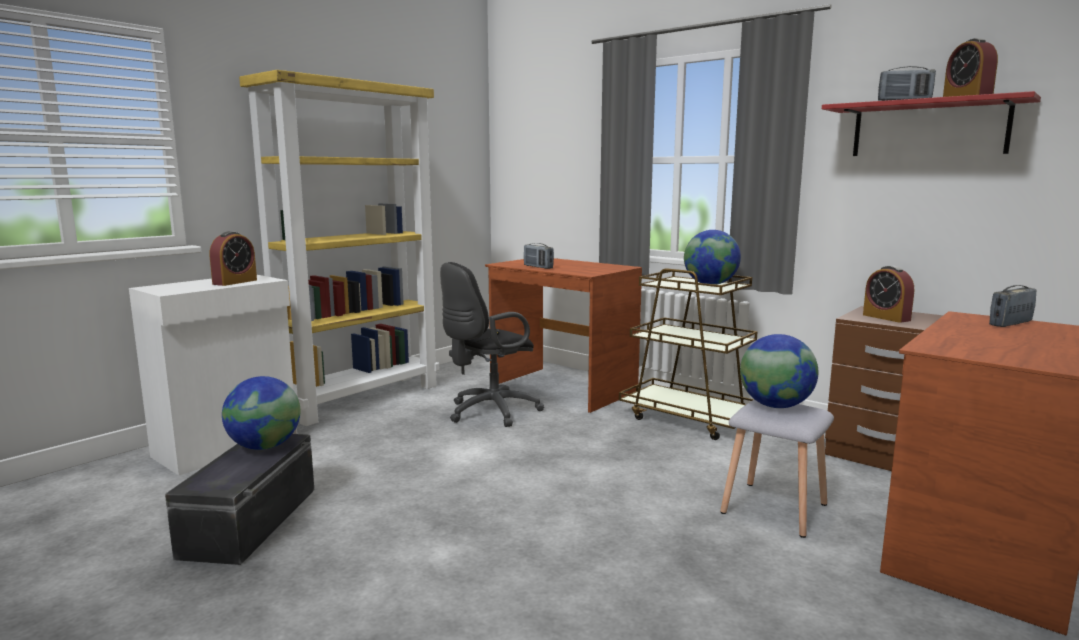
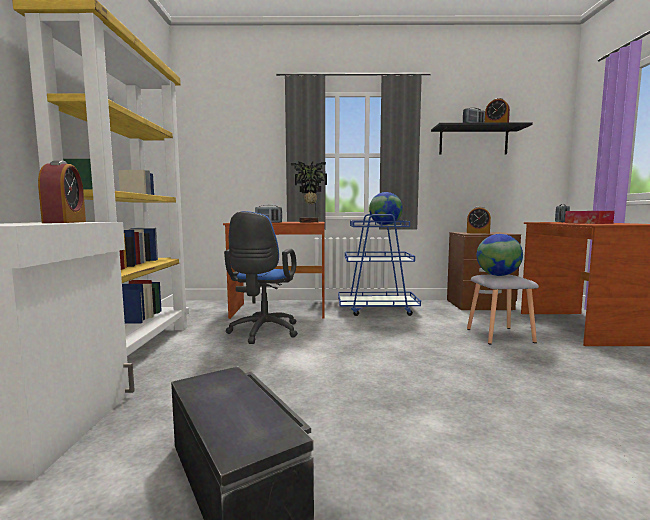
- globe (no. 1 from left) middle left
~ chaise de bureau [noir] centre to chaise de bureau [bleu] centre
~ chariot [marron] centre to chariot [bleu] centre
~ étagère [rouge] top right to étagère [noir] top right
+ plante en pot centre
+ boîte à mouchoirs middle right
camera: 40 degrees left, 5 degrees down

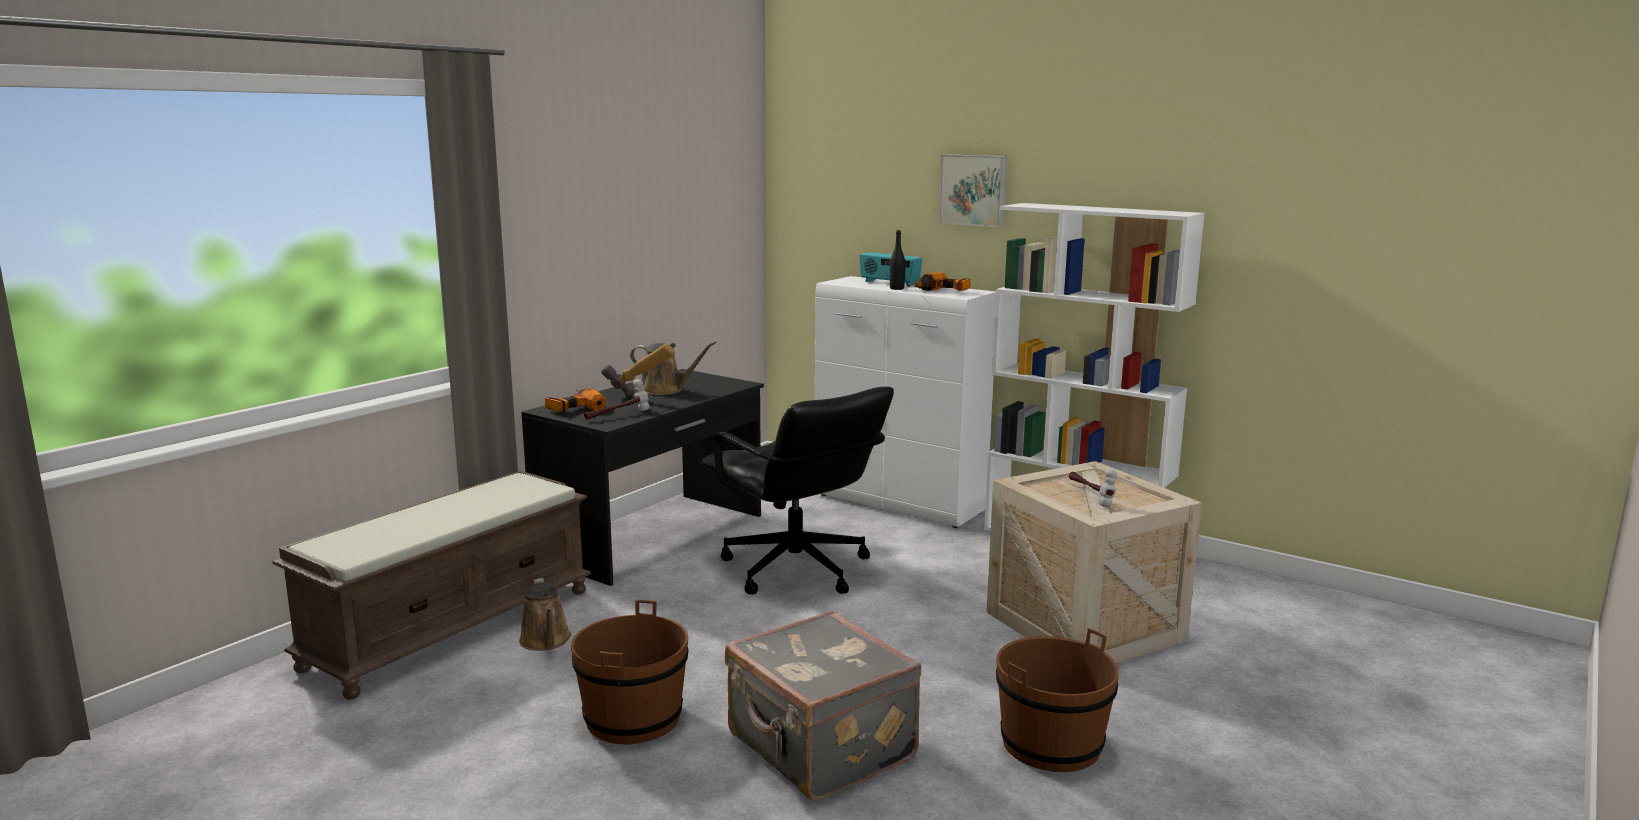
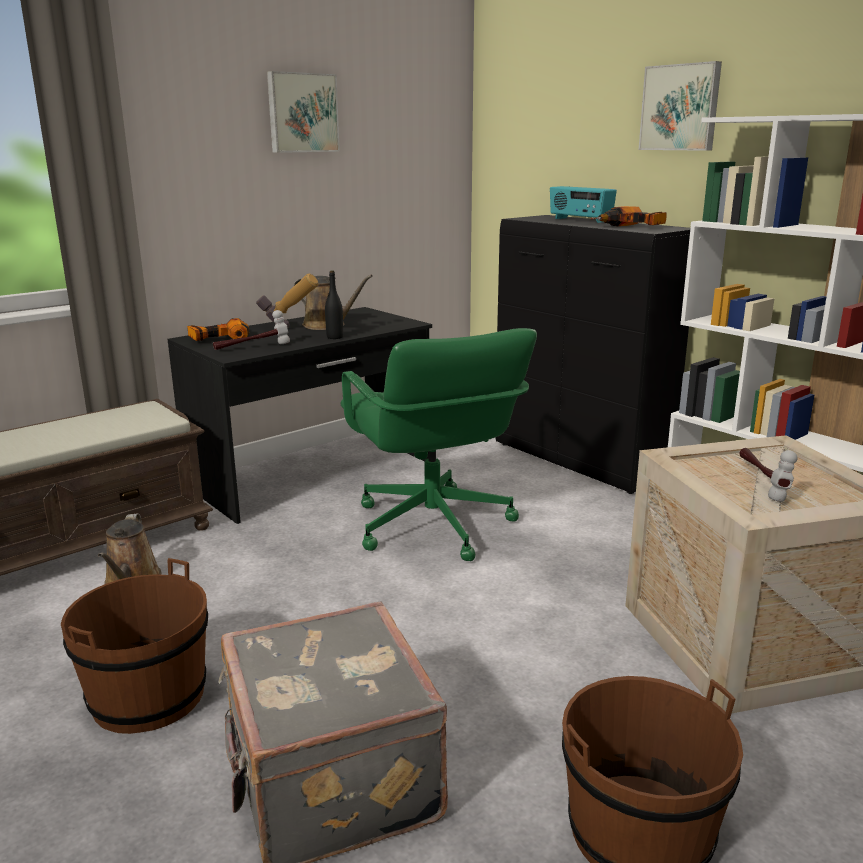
~ chaise de bureau [noir] centre to chaise de bureau [vert] centre
~ meuble de rangement [blanc] centre to meuble de rangement [noir] middle right
~ bouteille [noir] top centre to centre
+ tableau (no. 1 from left) top centre
camera: 15 degrees right, 5 degrees up

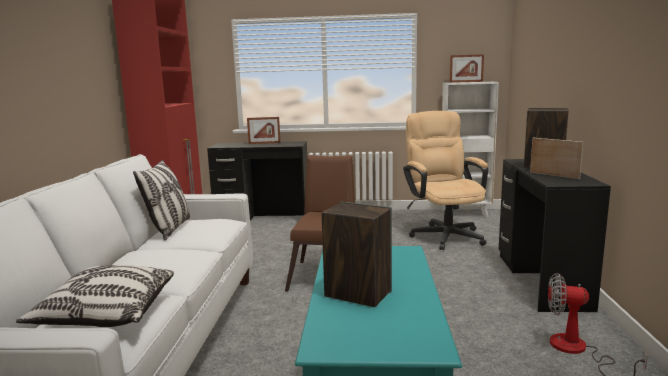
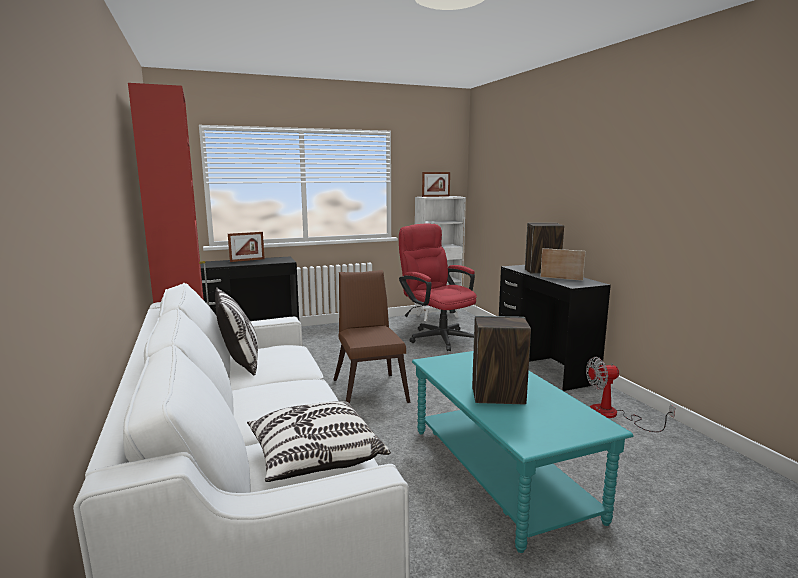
~ chaise de bureau [beige] centre to chaise de bureau [rouge] centre
camera: 25 degrees left, 0 degrees up

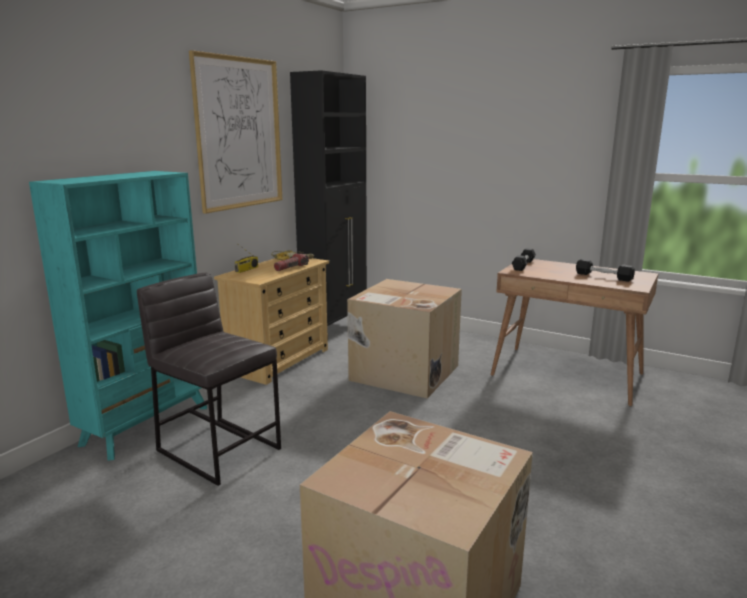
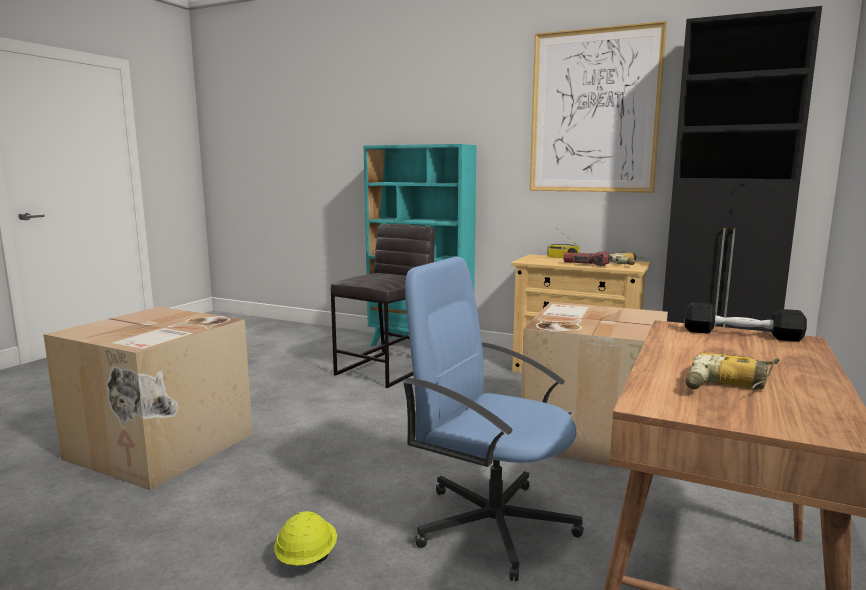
~ haltère [noir] (no. 2 from left) middle right to perceuse (no. 2 from left) middle right
+ casque de chantier [jaune] bottom centre
+ chaise de bureau [bleu] bottom centre
camera: 85 degrees right, 5 degrees down

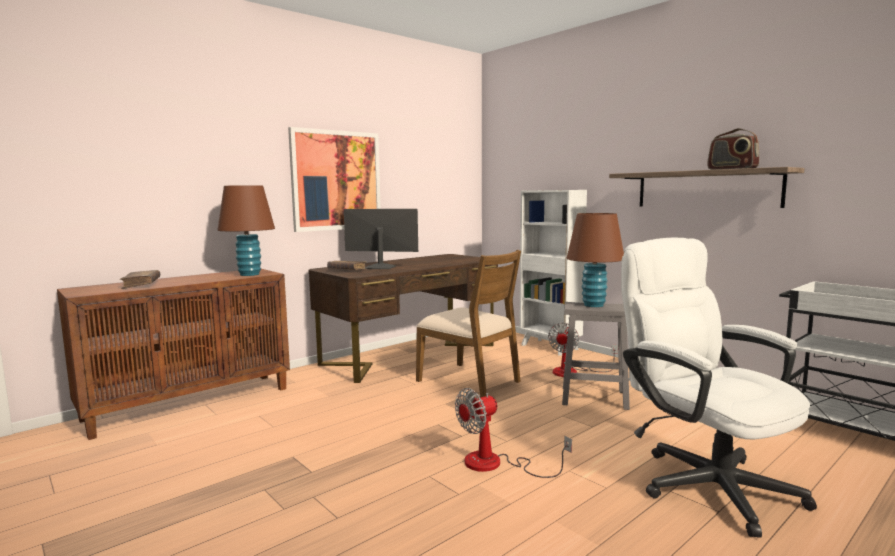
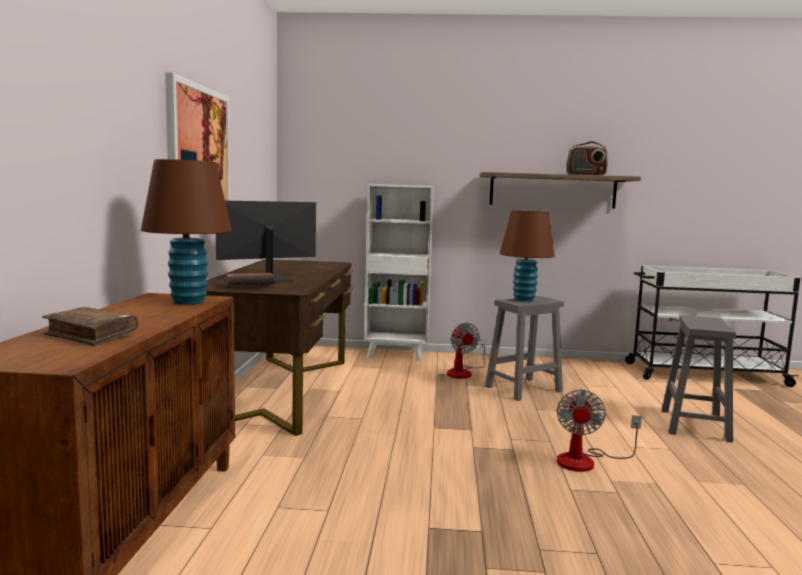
- chaise [marron] centre
~ chaise de bureau [blanc] bottom right to tabouret [gris] (no. 2 from left) middle right
camera: 45 degrees left, 0 degrees up

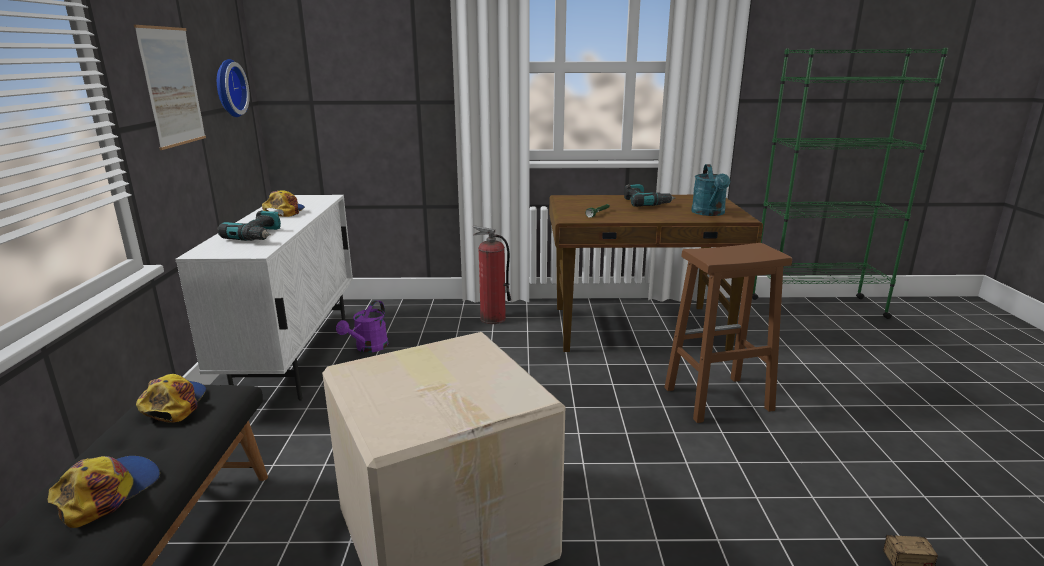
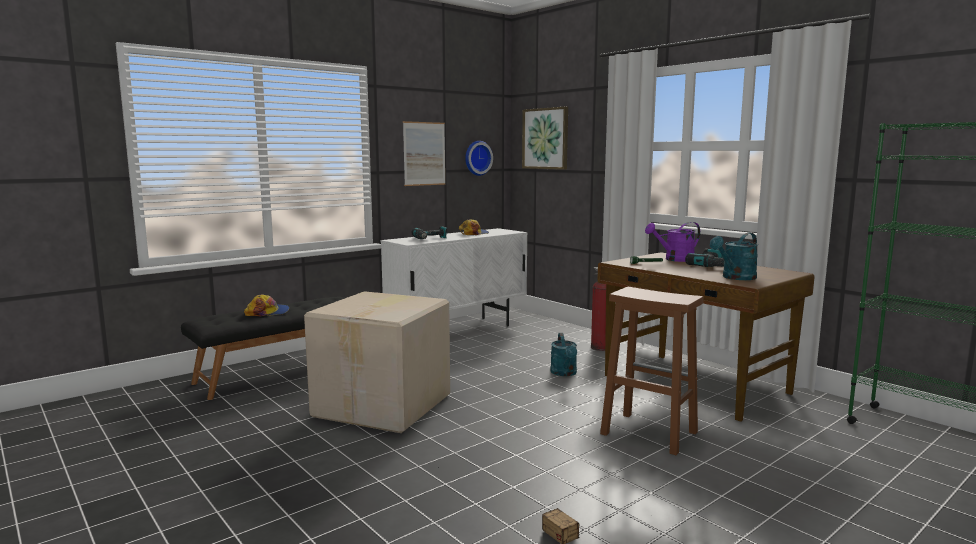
- casquette (no. 2 from left) bottom left
~ arrosoir [violet] centre to middle right
+ tableau (no. 2 from left) top centre
+ arrosoir [turquoise] (no. 1 from left) centre
camera: 50 degrees right, 10 degrees down

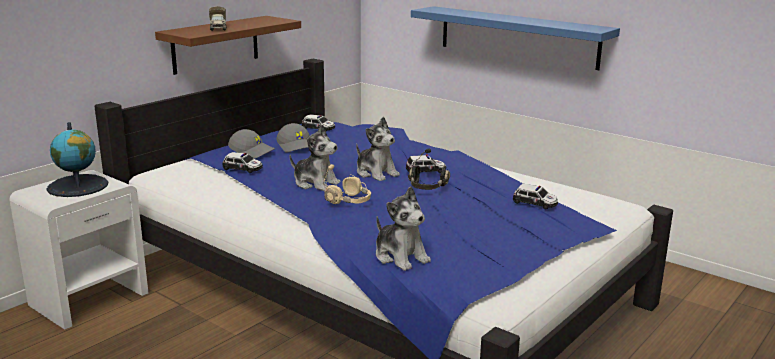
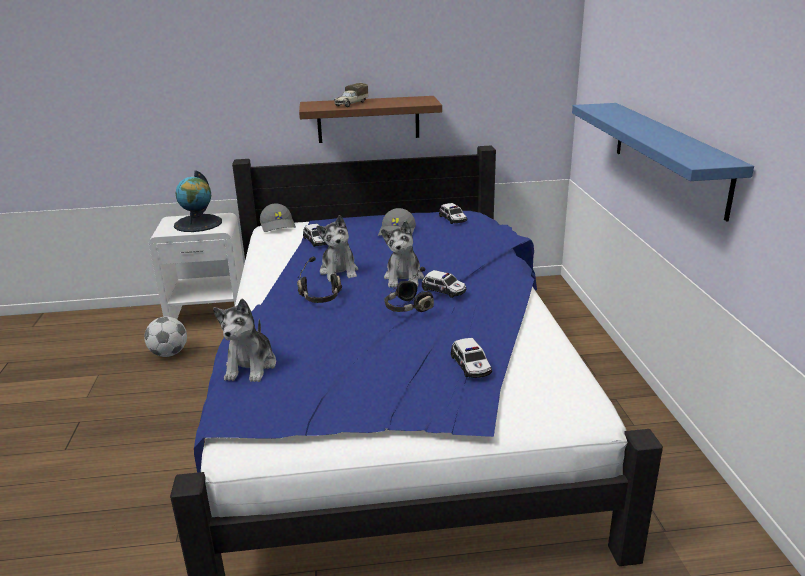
~ casquette [gris] (no. 1 from left) middle left to centre
~ casque audio [beige] centre to casque audio [noir] (no. 1 from left) centre
+ ballon de foot middle left
camera: 45 degrees right, 5 degrees up

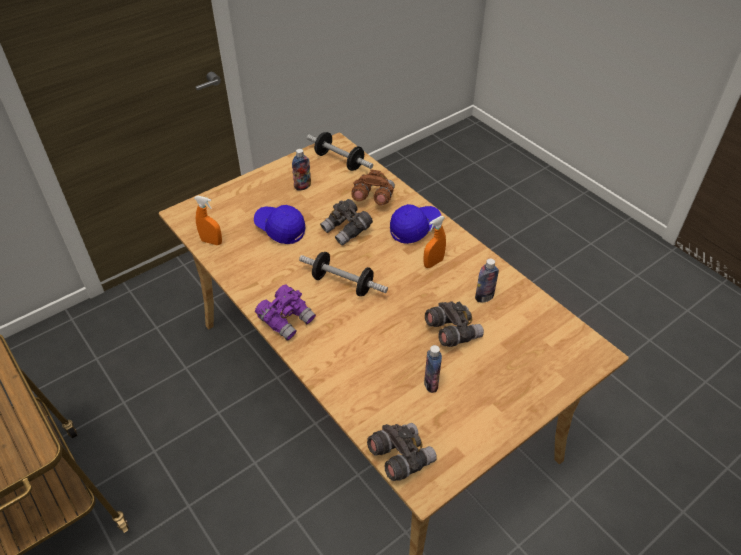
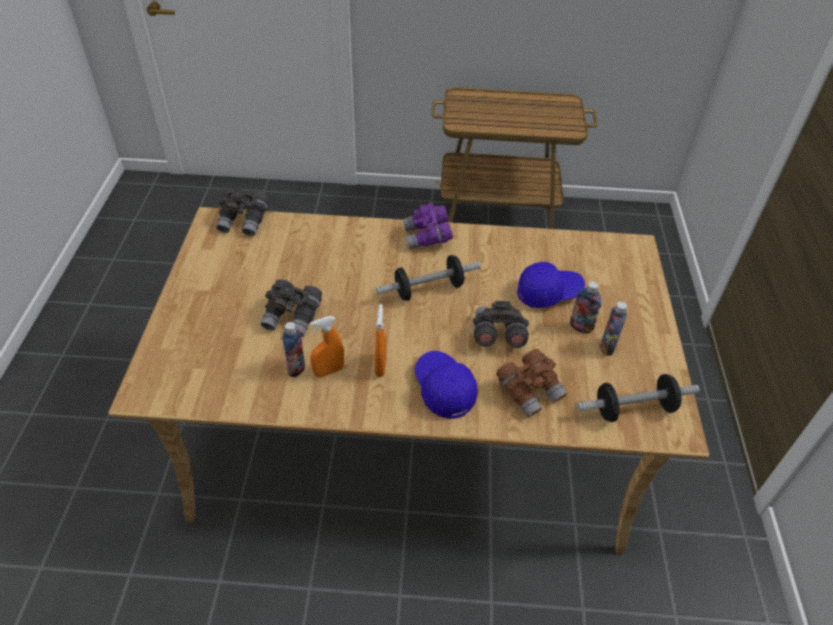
~ vaporisateur [orange] (no. 1 from left) middle left to centre
~ casquette [bleu] (no. 2 from left in the first image) centre = centre 150 degrees clockwise
~ bouteille (no. 2 from left) centre to middle right
camera: 130 degrees right, 0 degrees up

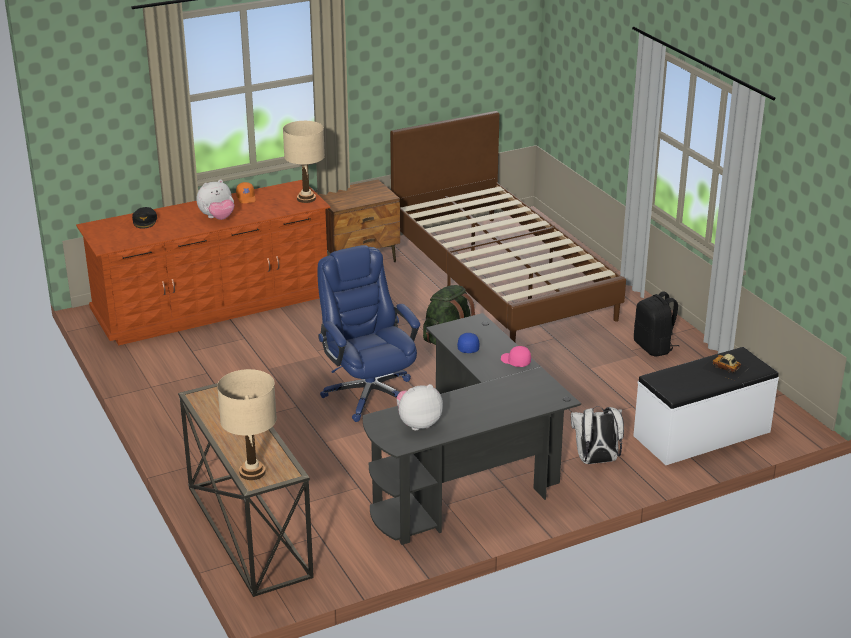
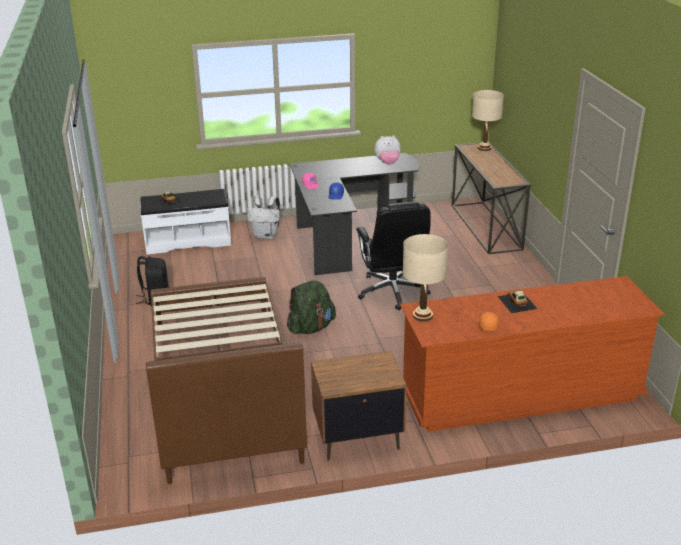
- casquette [noir] middle left
~ peluche (no. 1 from left) top left to petite voiture (no. 2 from left) middle right
~ chaise de bureau [bleu] centre to chaise de bureau [noir] centre
camera: 165 degrees left, 0 degrees up

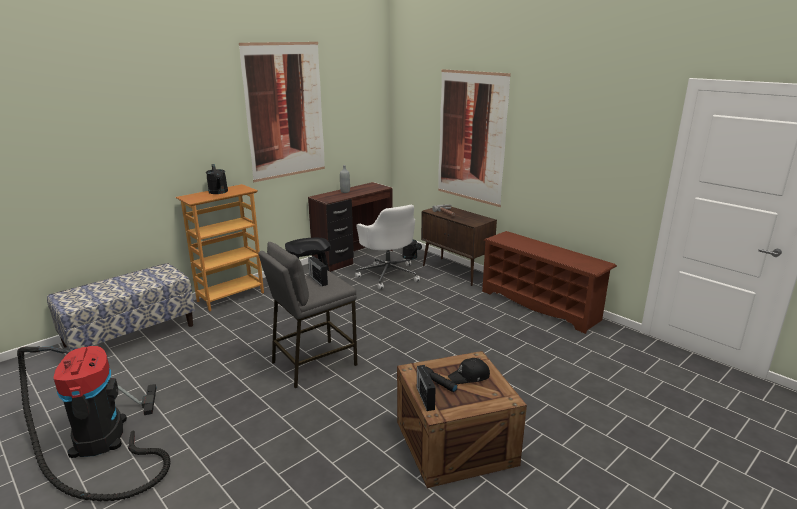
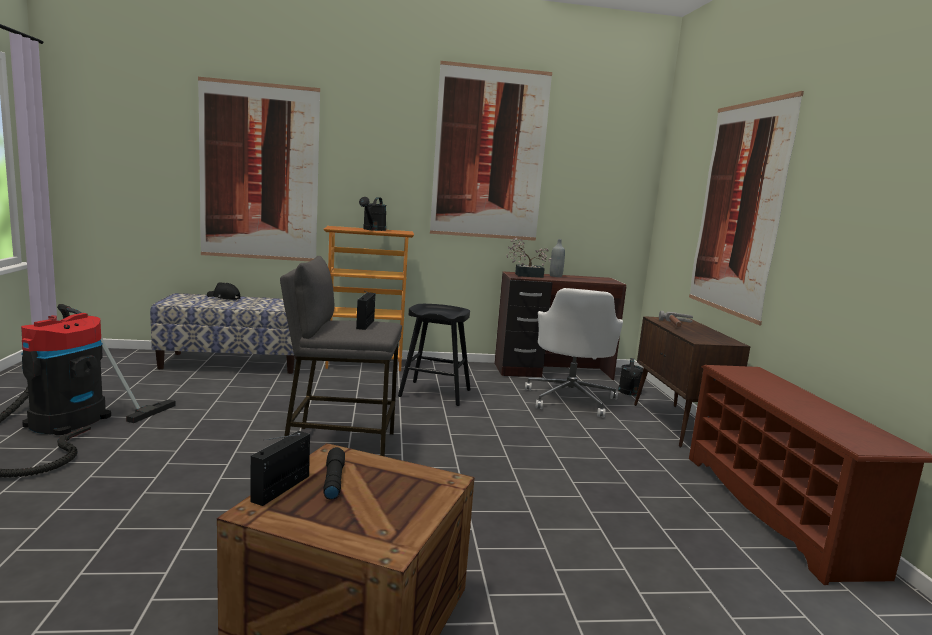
~ casquette [noir] bottom centre to middle left
+ tableau (no. 1 from left) top left
+ plante en pot centre
camera: 35 degrees right, 10 degrees down

